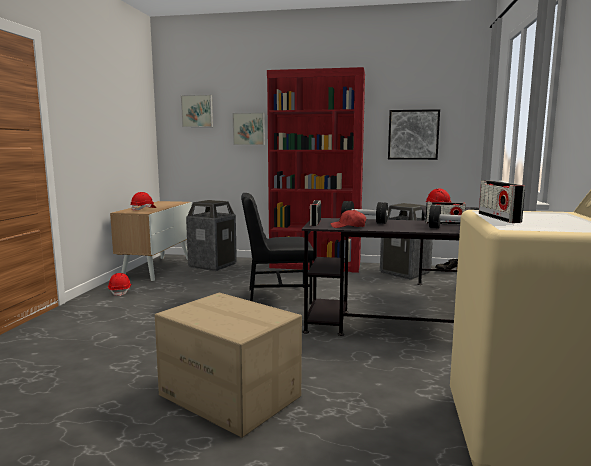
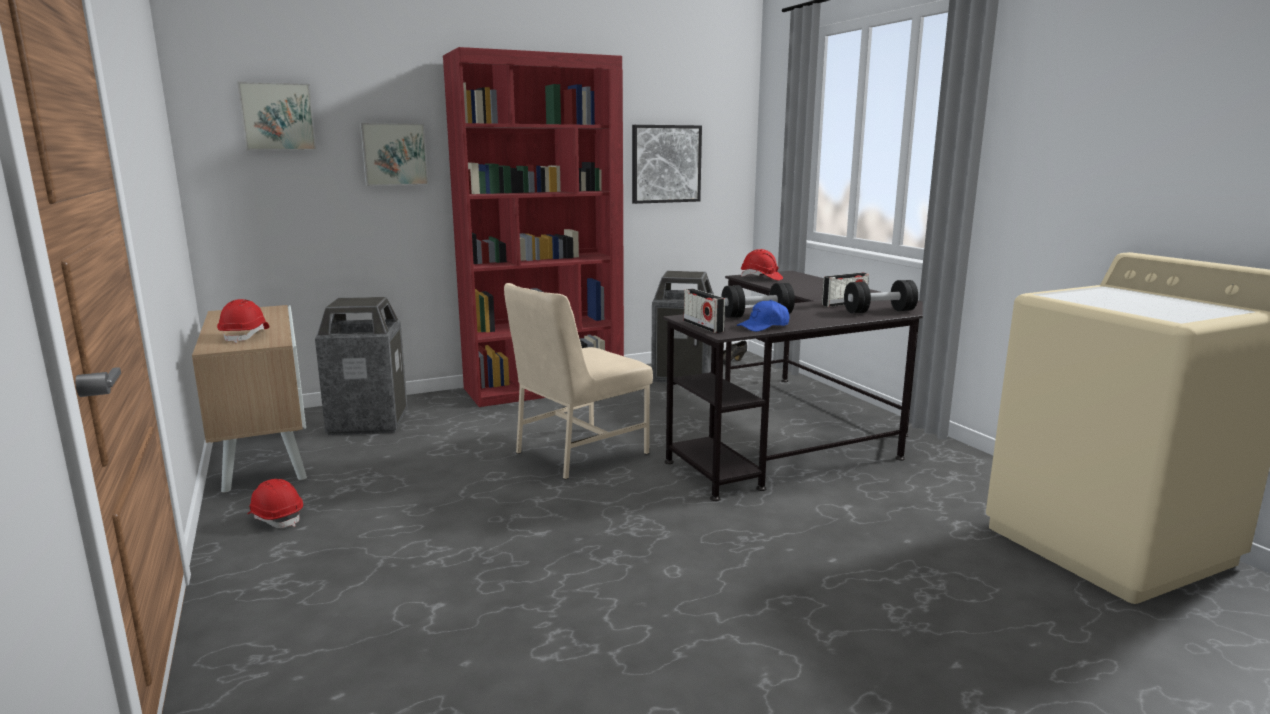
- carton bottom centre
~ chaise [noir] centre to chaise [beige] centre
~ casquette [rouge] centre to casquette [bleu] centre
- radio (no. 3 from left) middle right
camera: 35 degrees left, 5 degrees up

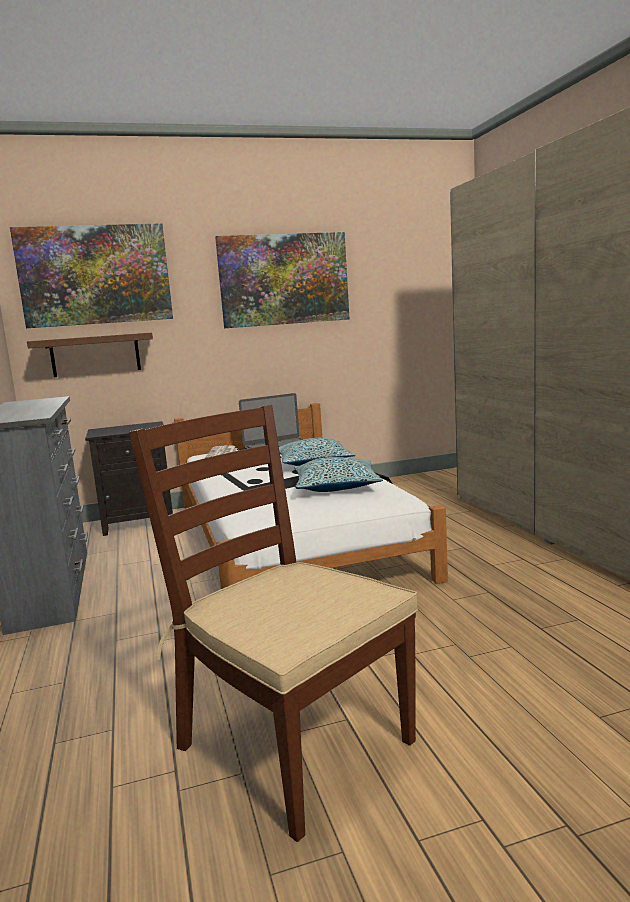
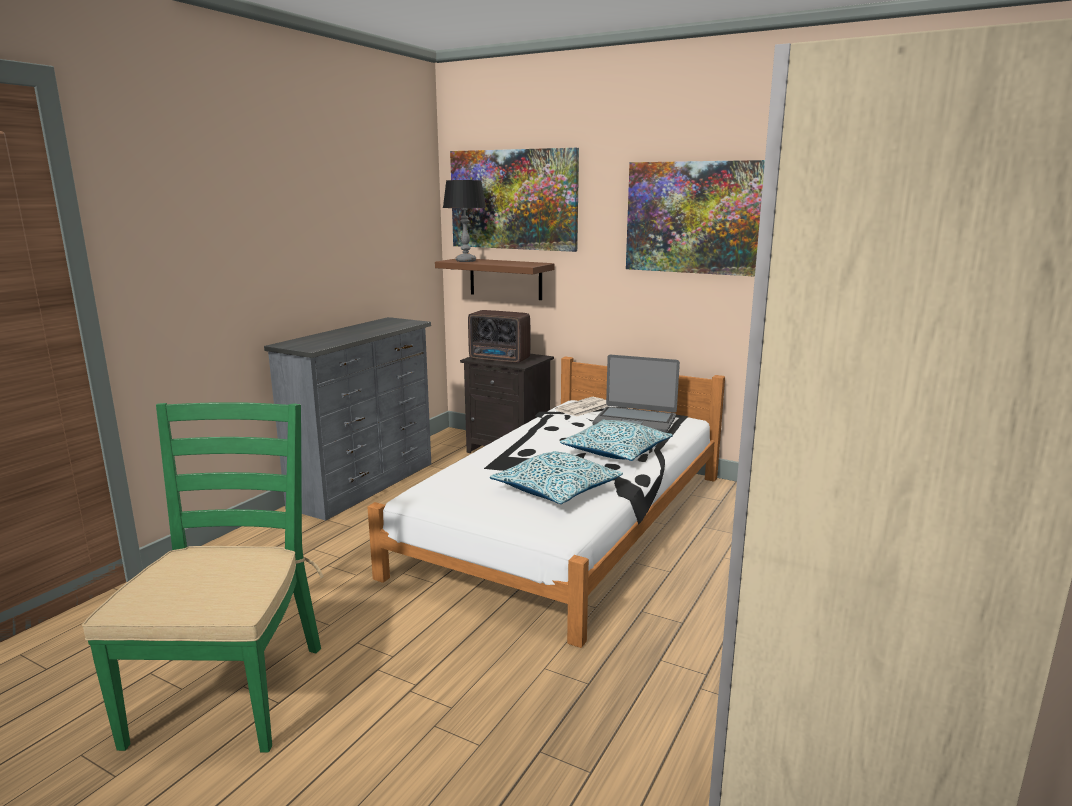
~ chaise [marron] bottom centre to chaise [vert] bottom left
+ lampe de table top centre
+ radio centre
camera: 45 degrees right, 5 degrees up

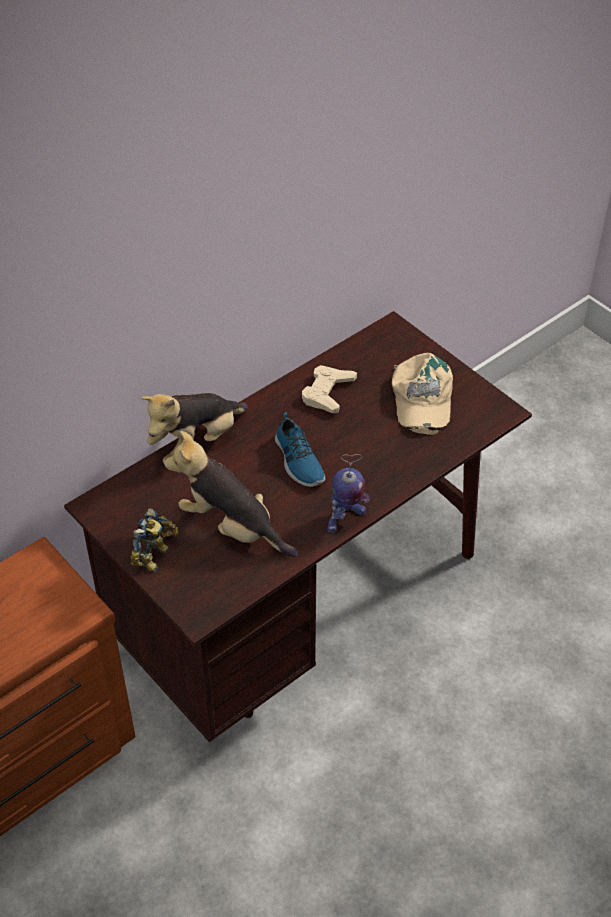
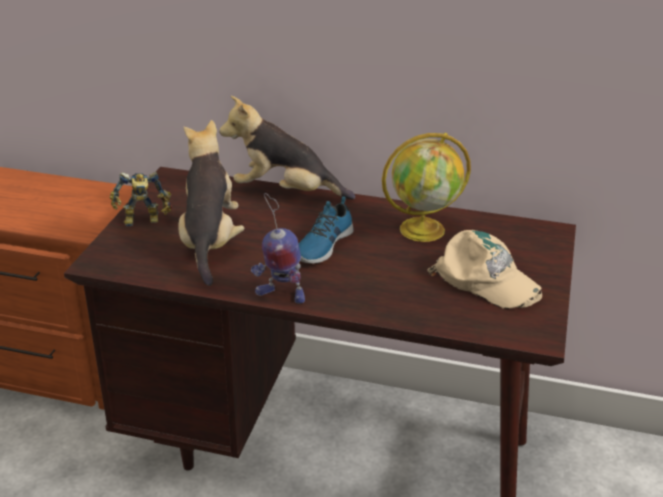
~ manette [beige] centre to globe centre
~ casquette [beige] middle right = middle right 105 degrees counterclockwise
camera: 55 degrees right, 15 degrees down

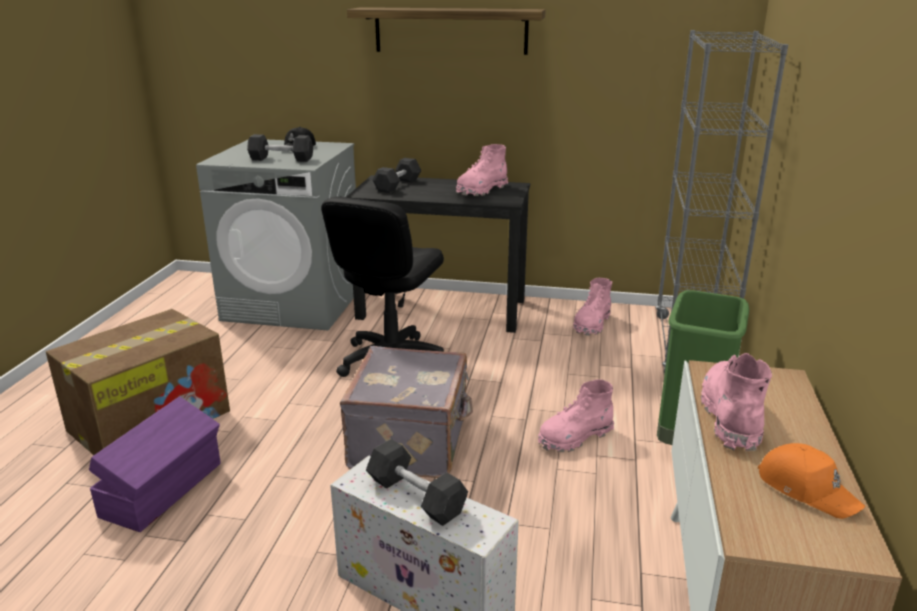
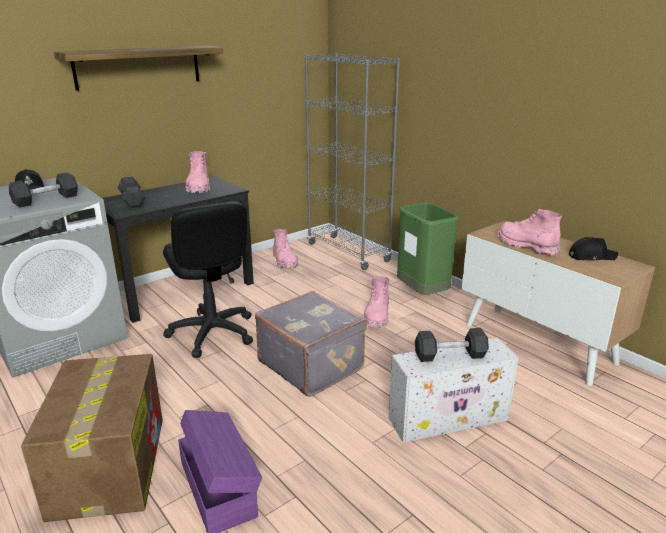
~ casquette [orange] bottom right to casquette [noir] (no. 2 from left) middle right
camera: 50 degrees left, 0 degrees up

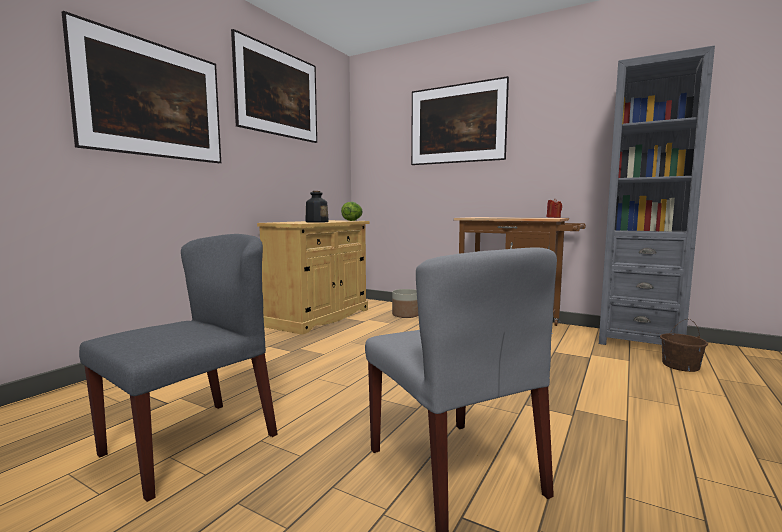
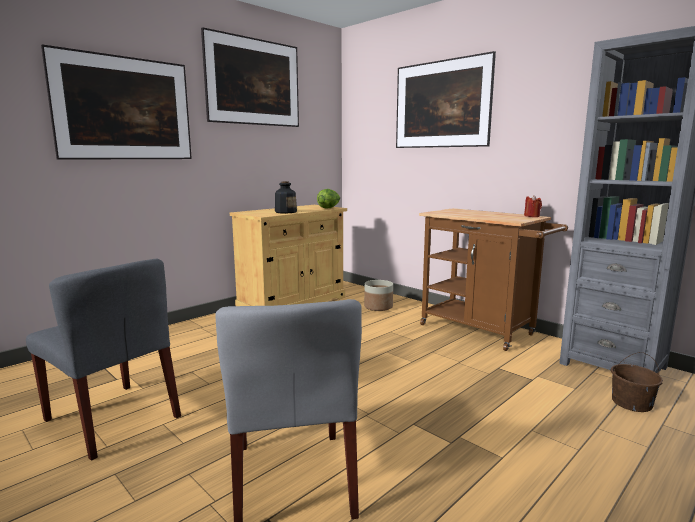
~ chaise [gris] (no. 1 from left) bottom left = bottom left 75 degrees clockwise
camera: 15 degrees right, 5 degrees up

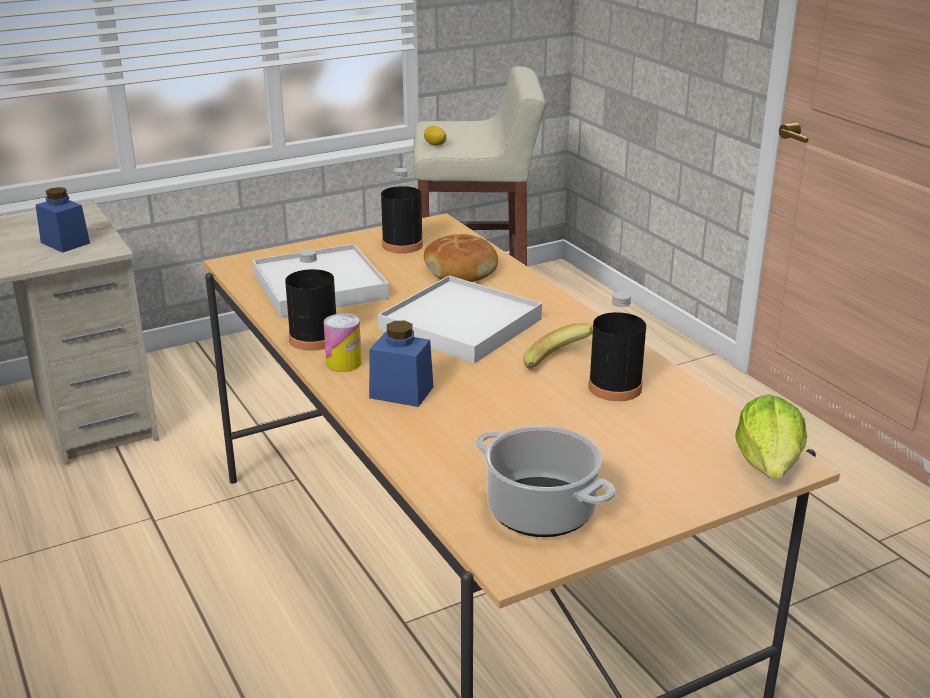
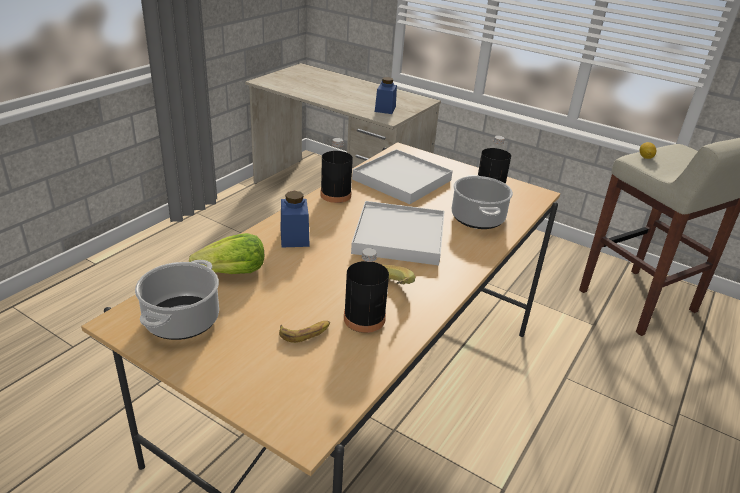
- boîte métallique centre
~ pain centre to marmite (no. 2 from left) centre
~ laitue middle right to middle left
+ banane (no. 1 from left) bottom centre
camera: 60 degrees right, 5 degrees up

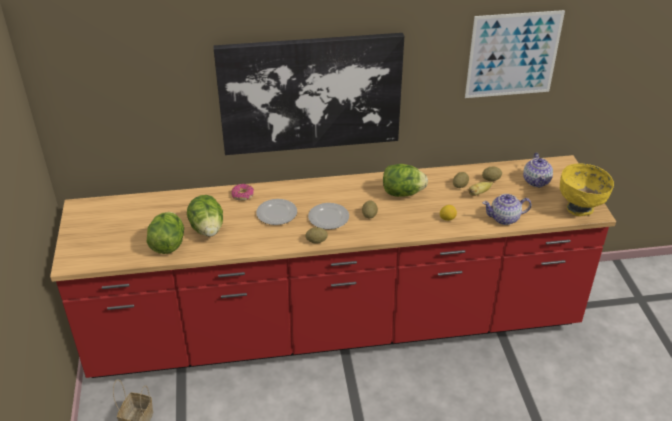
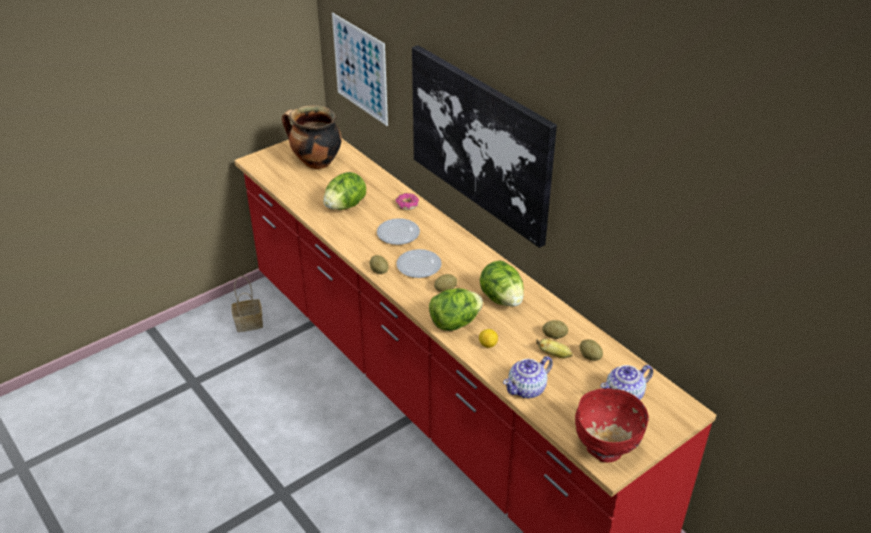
~ laitue (no. 1 from left in the first image) middle left to laitue (no. 2 from left) centre
~ tableau (no. 2 from left in the first image) top right to tableau (no. 1 from left) top centre
~ théière (no. 1 from left) middle right = bottom centre 90 degrees counterclockwise
~ bol [jaune] middle right to bol [rouge] bottom right
+ marmite top centre
camera: 60 degrees right, 0 degrees up

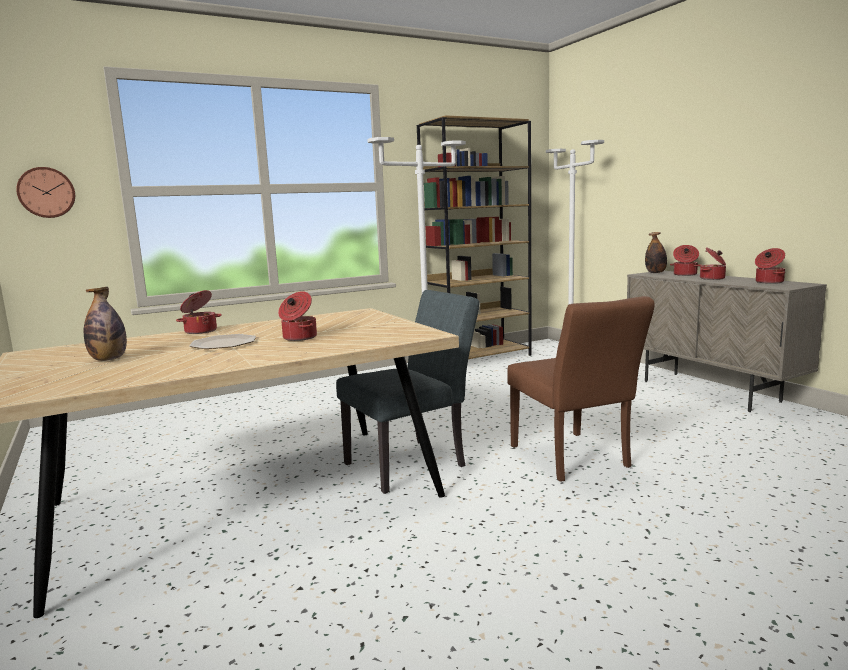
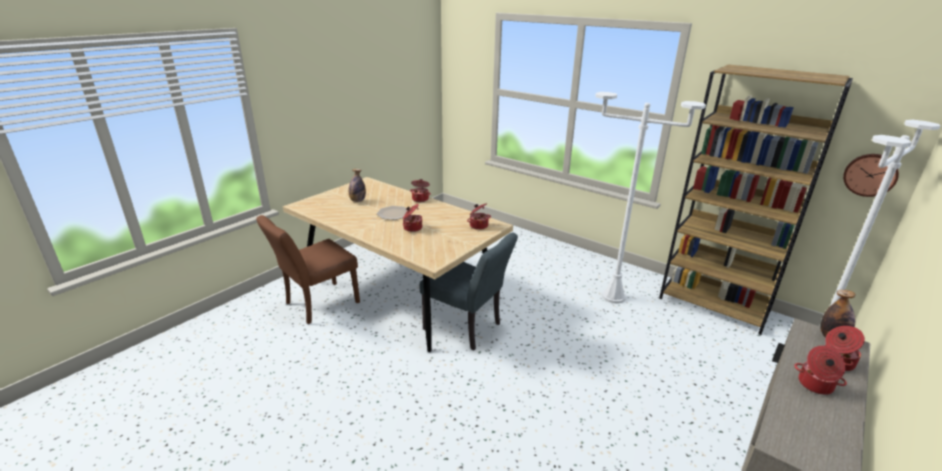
~ horloge murale top left to middle right
~ chaise [marron] middle right to middle left
~ marmite (no. 5 from left in the first image) middle right to marmite (no. 3 from left) centre
camera: 65 degrees right, 15 degrees up

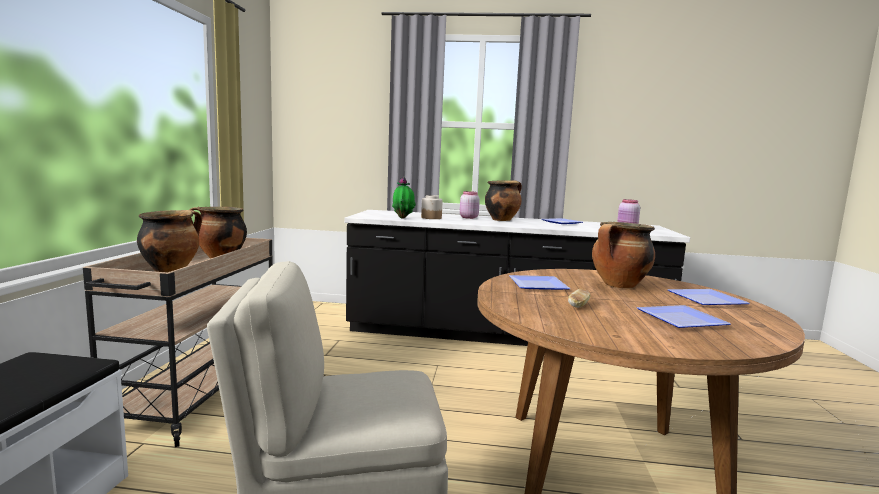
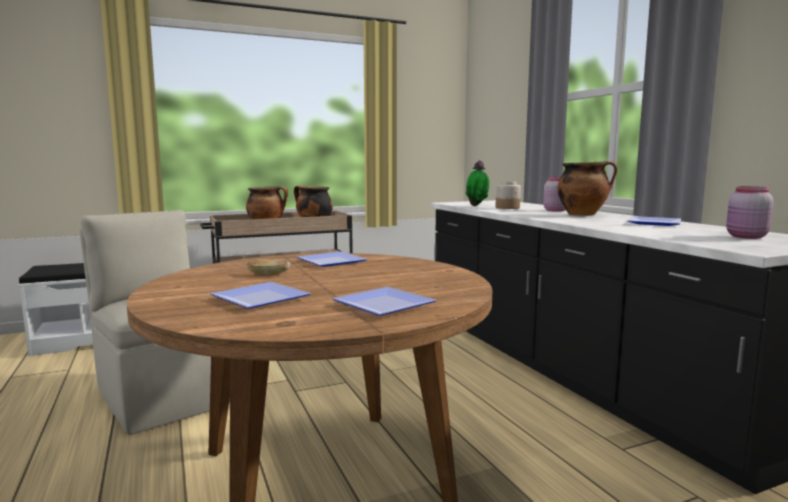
- marmite (no. 4 from left) middle right
camera: 60 degrees right, 0 degrees up

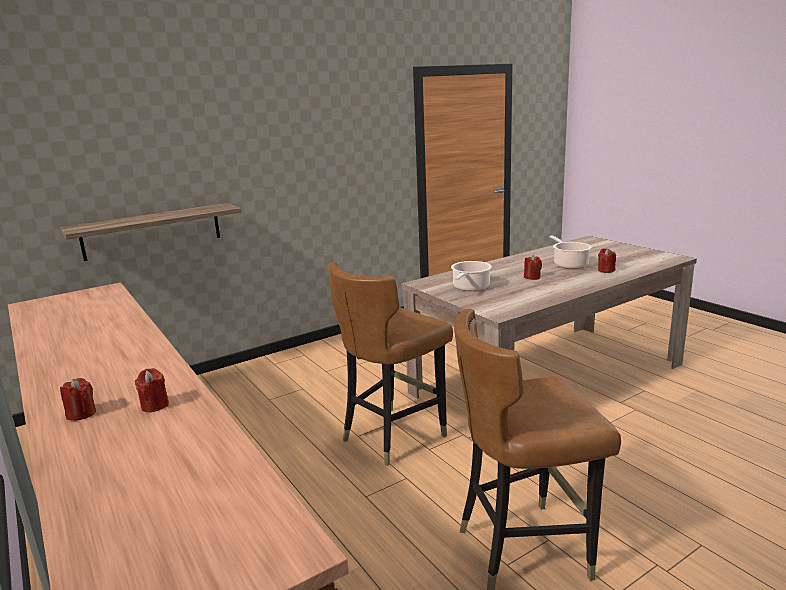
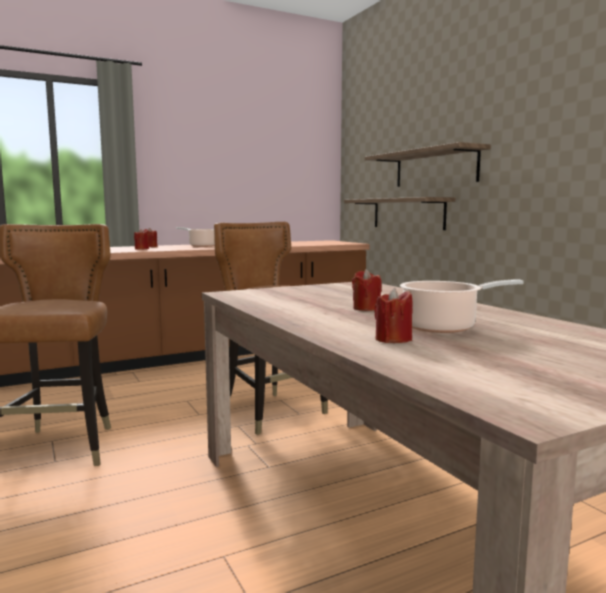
~ marmite (no. 1 from left) centre to middle left
+ étagère (no. 2 from left) top right
camera: 95 degrees right, 10 degrees down

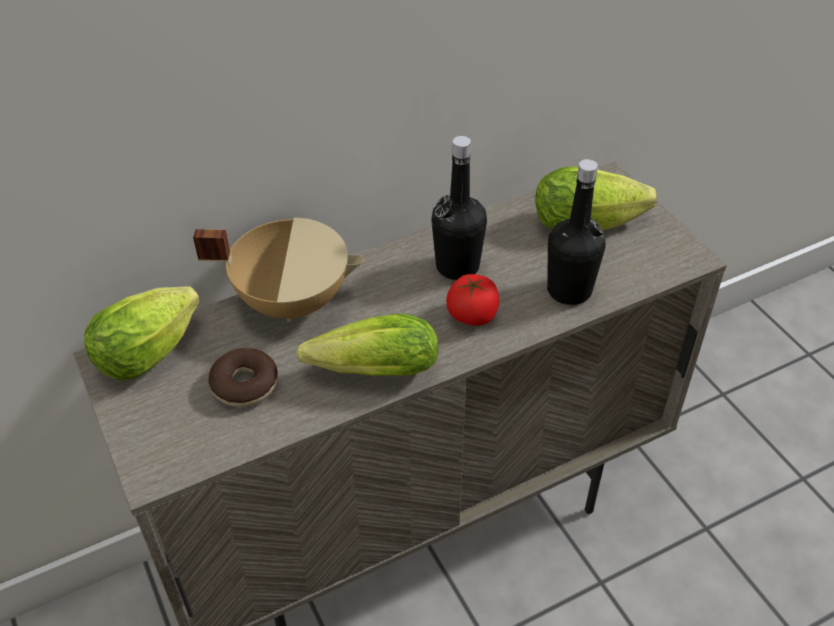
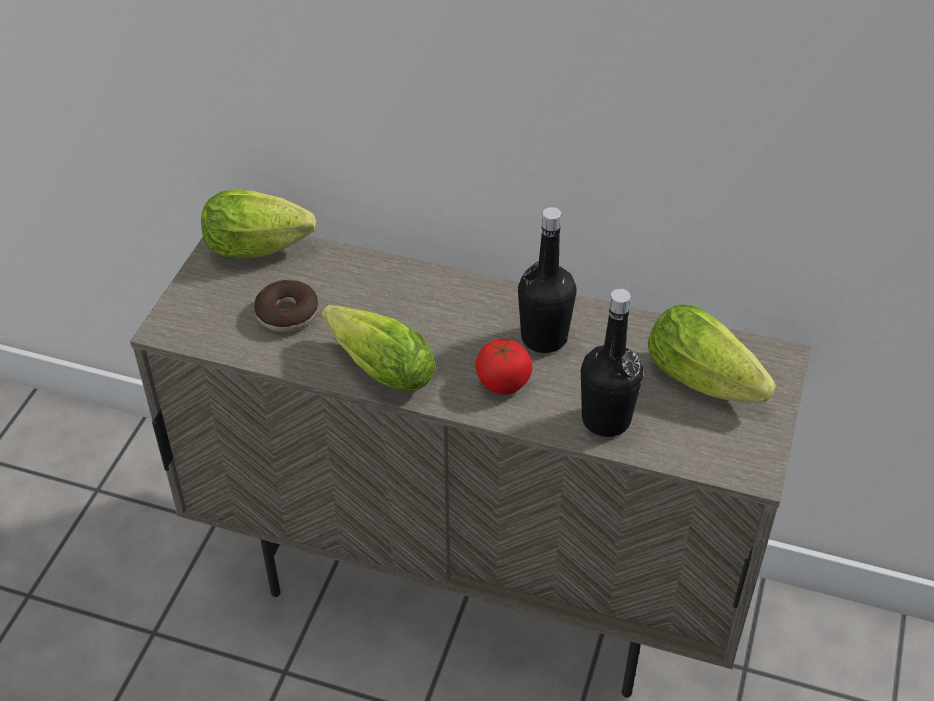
- marmite [beige] centre
camera: 45 degrees right, 0 degrees up

